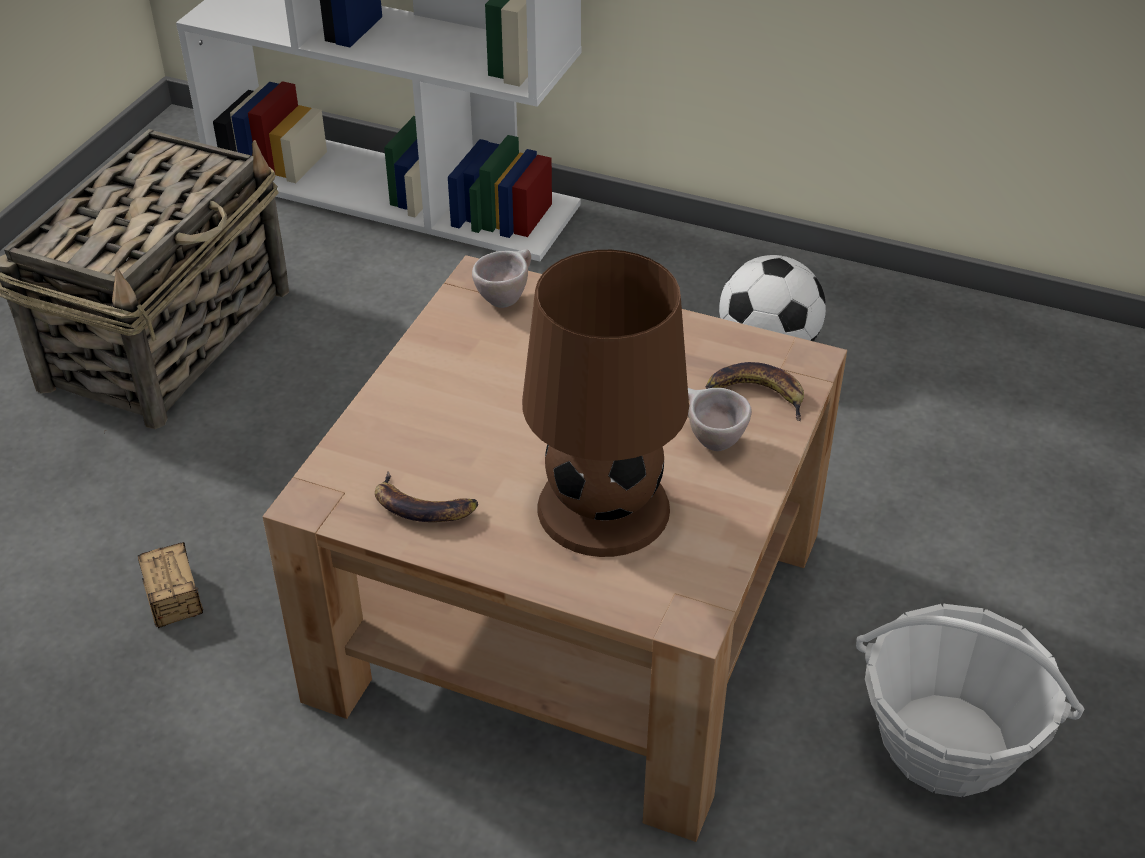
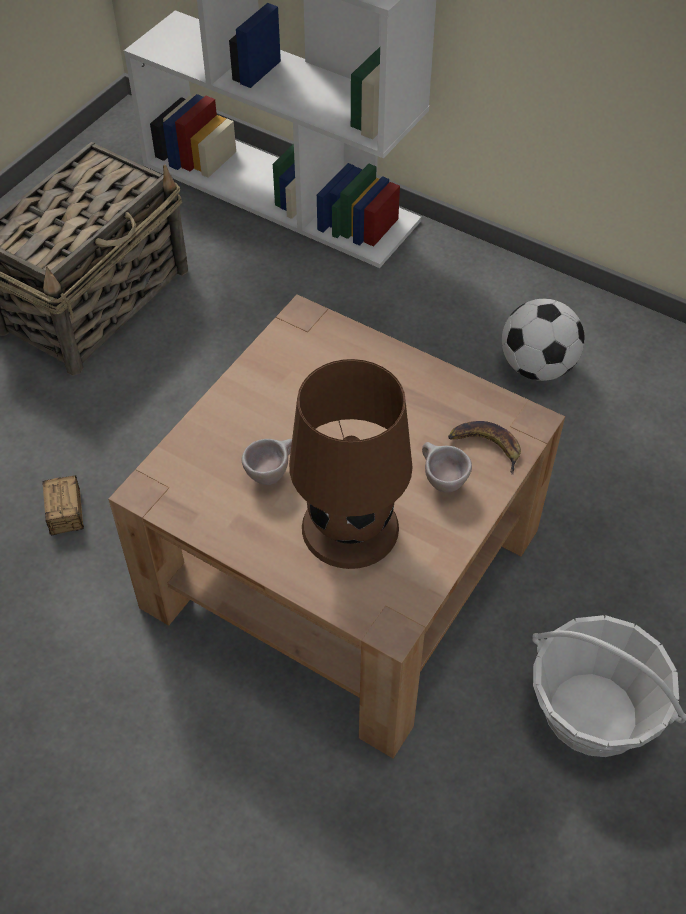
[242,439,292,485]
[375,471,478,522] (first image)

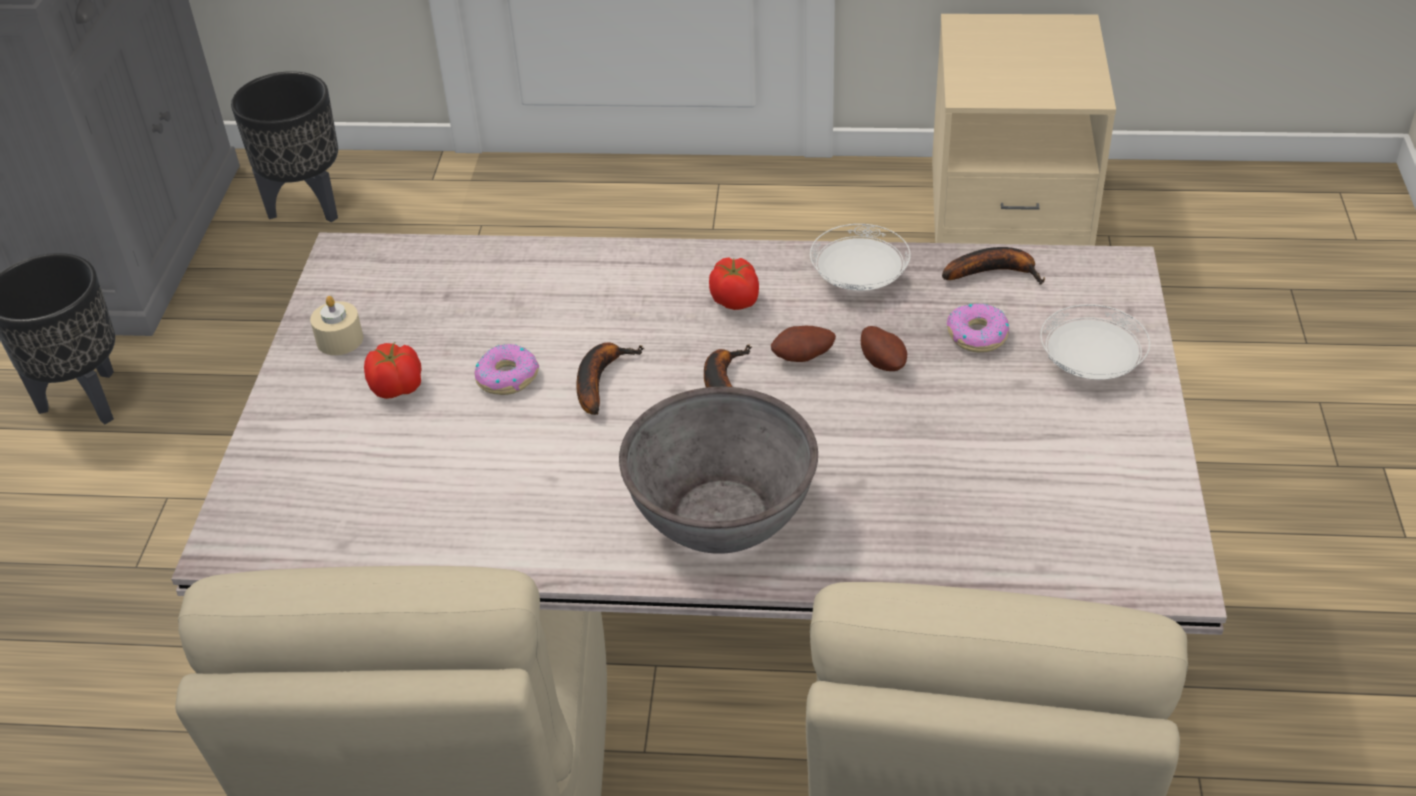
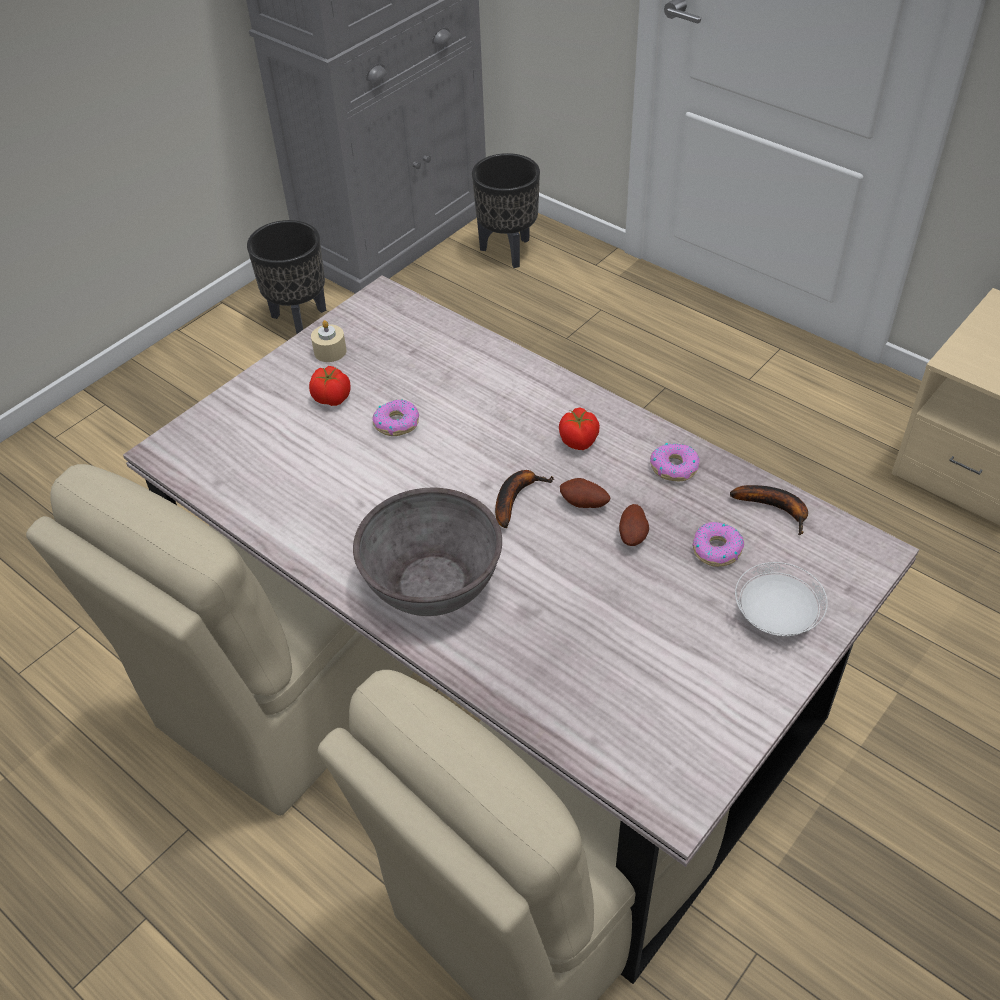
[650,443,700,481]
[576,342,644,415] (first image)

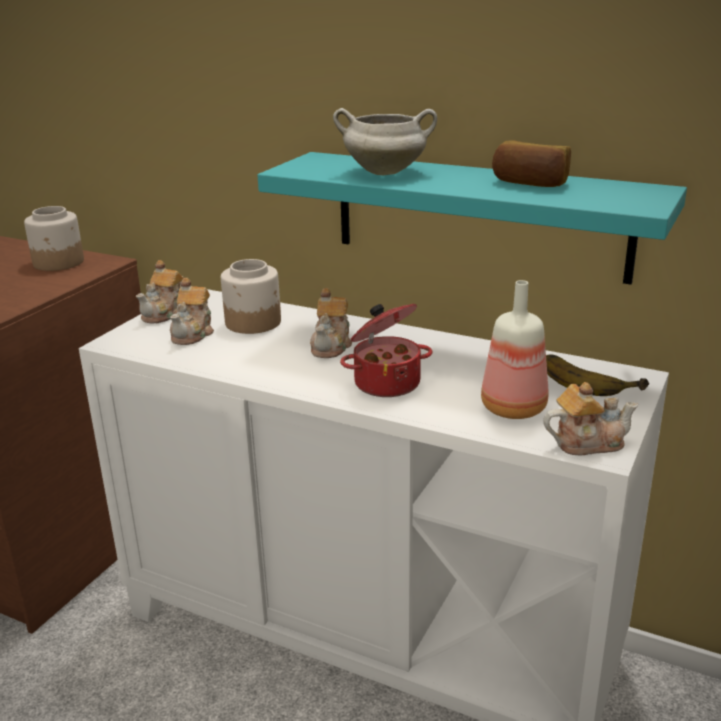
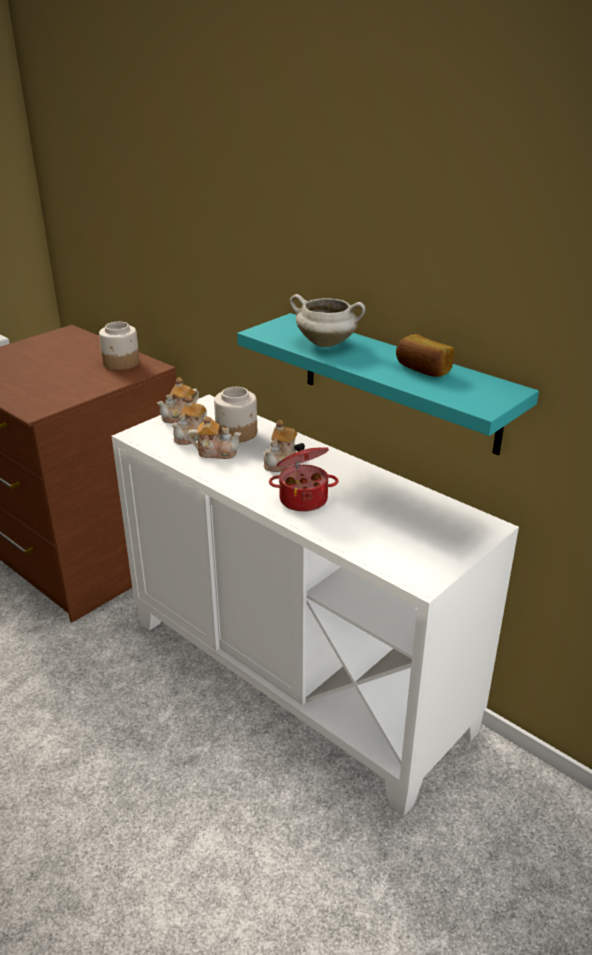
[481,280,548,419] (first image)
[546,354,649,396] (first image)
[188,416,242,459]

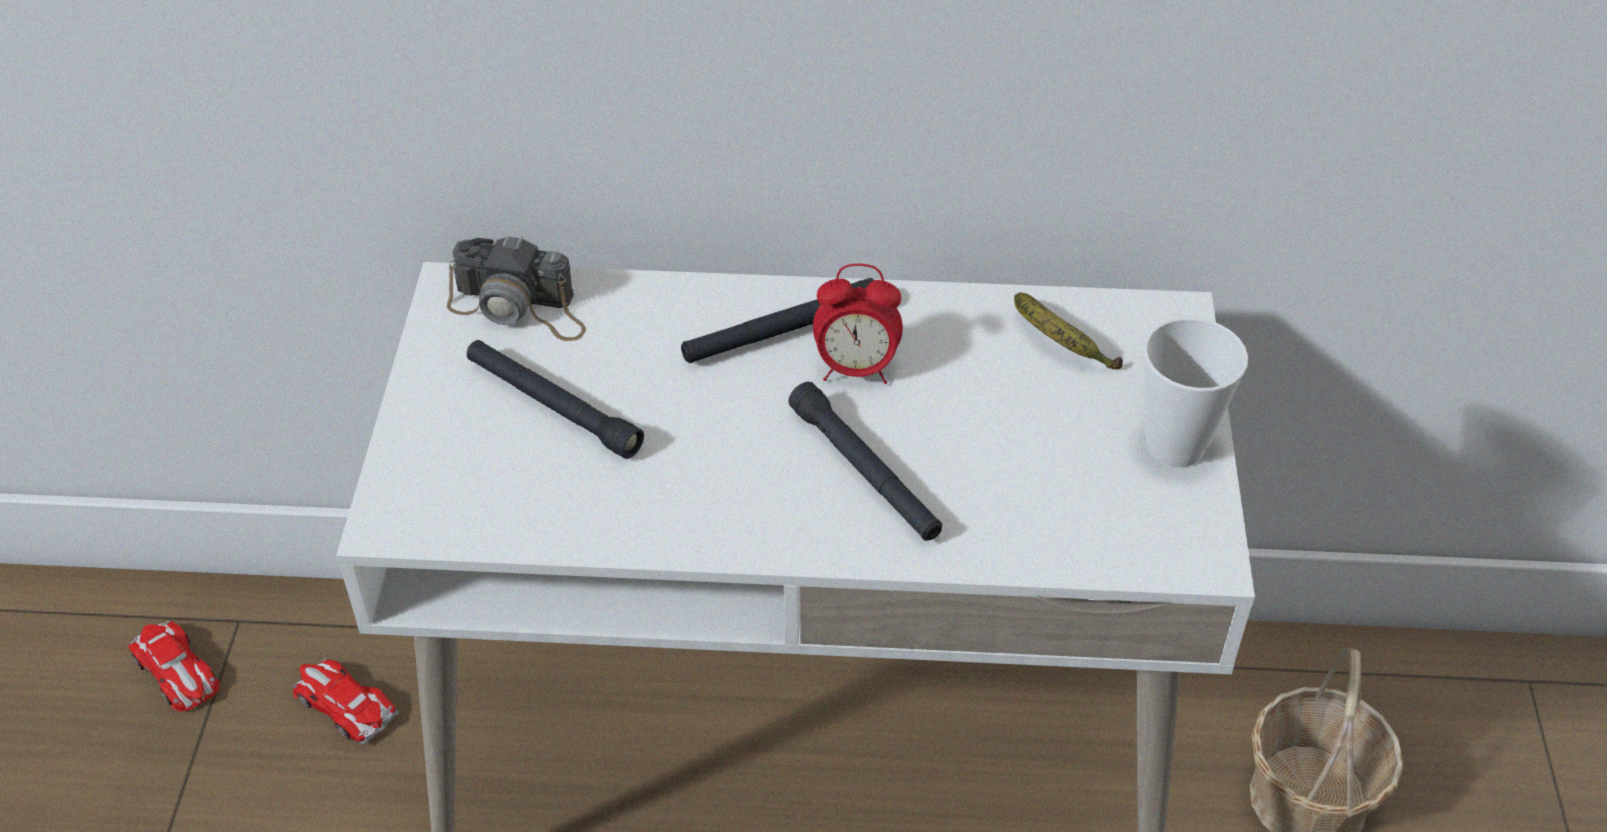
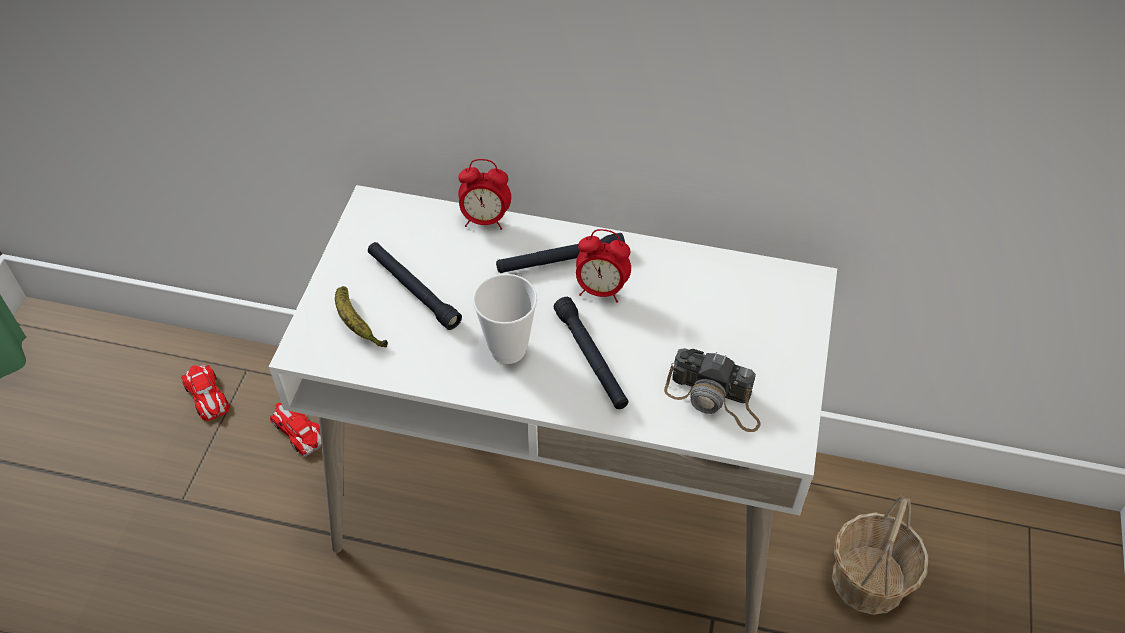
[664,348,761,432]
[335,286,388,347]
[473,274,537,364]
[458,159,511,230]

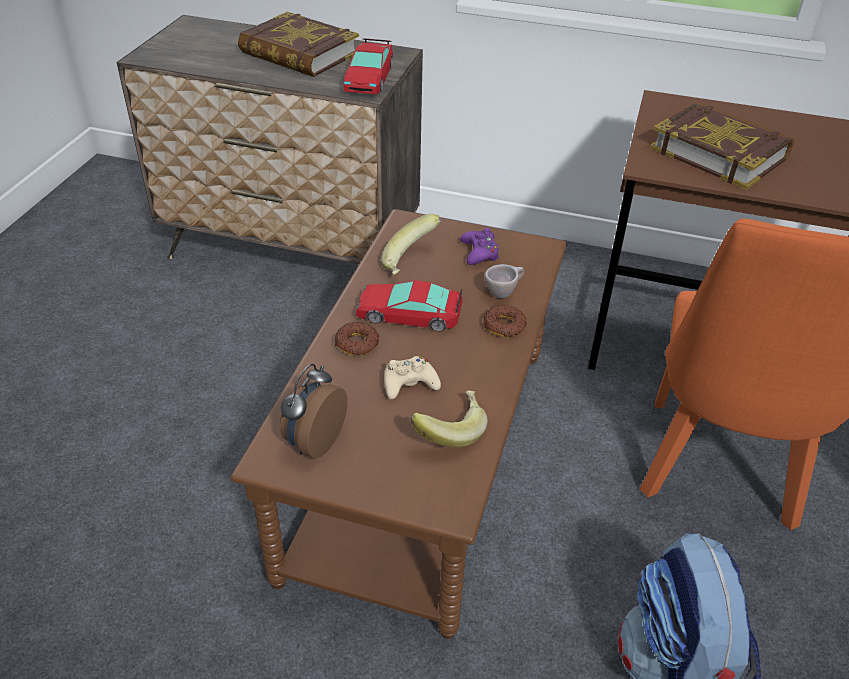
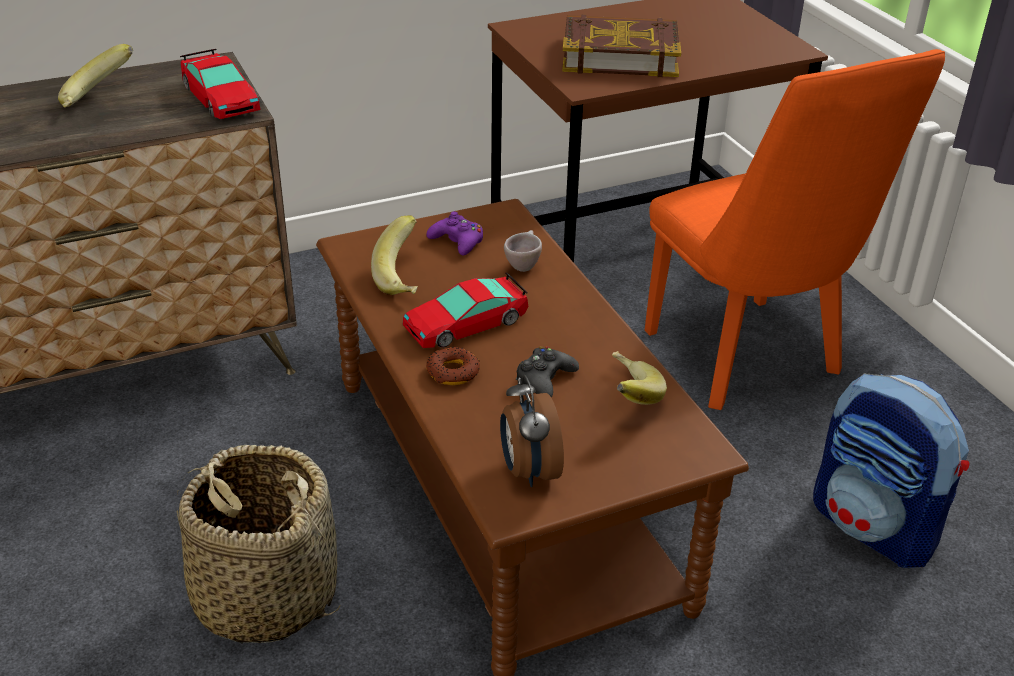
[58,44,133,108]
[483,305,527,337] (first image)
[516,346,579,398]
[176,445,341,644]

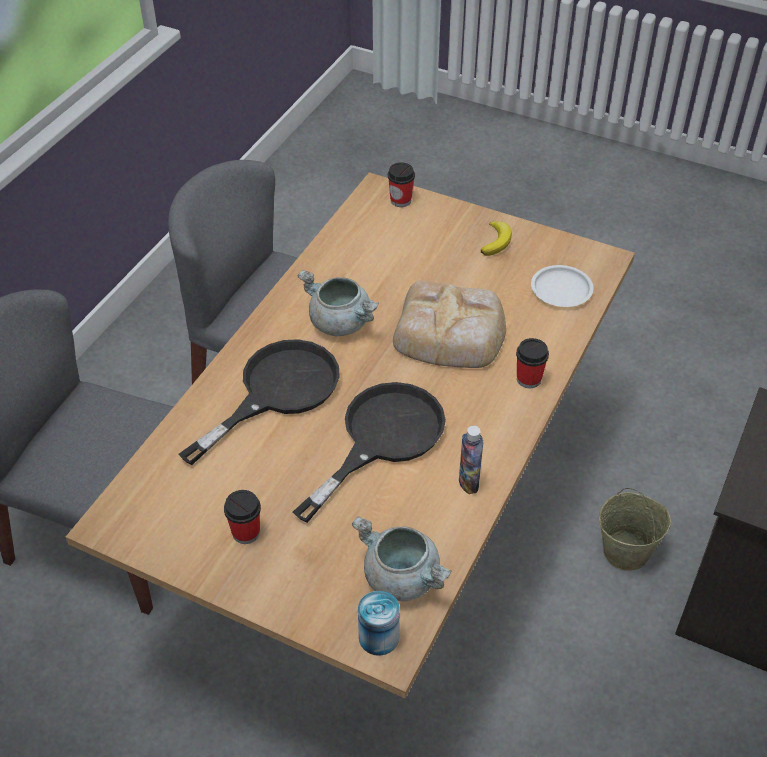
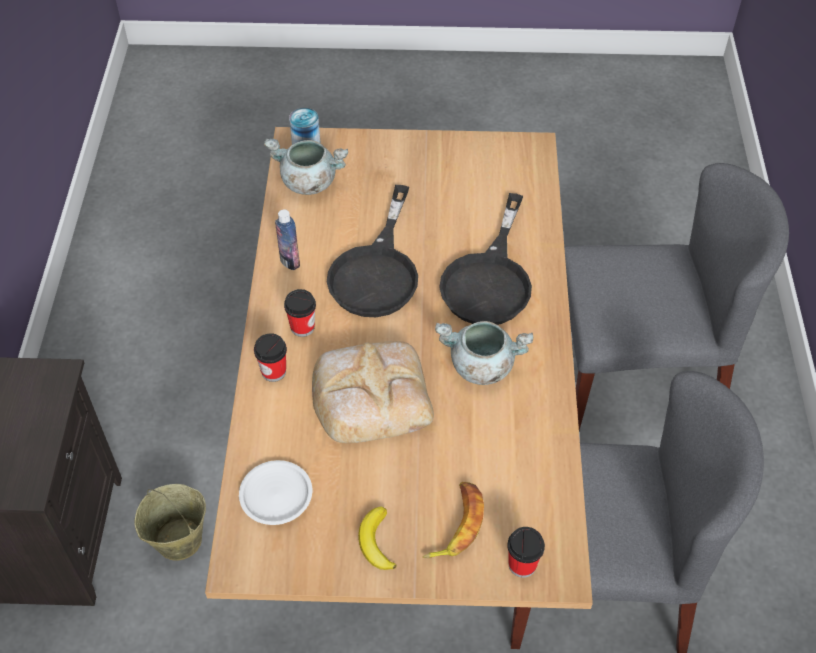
[284,289,316,337]
[423,482,484,558]

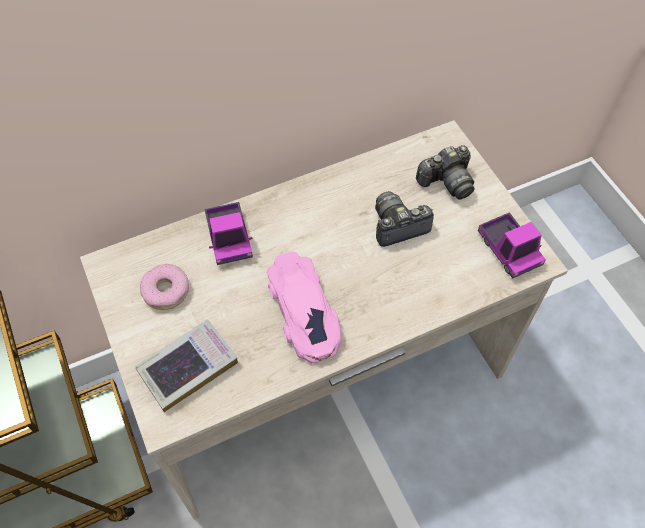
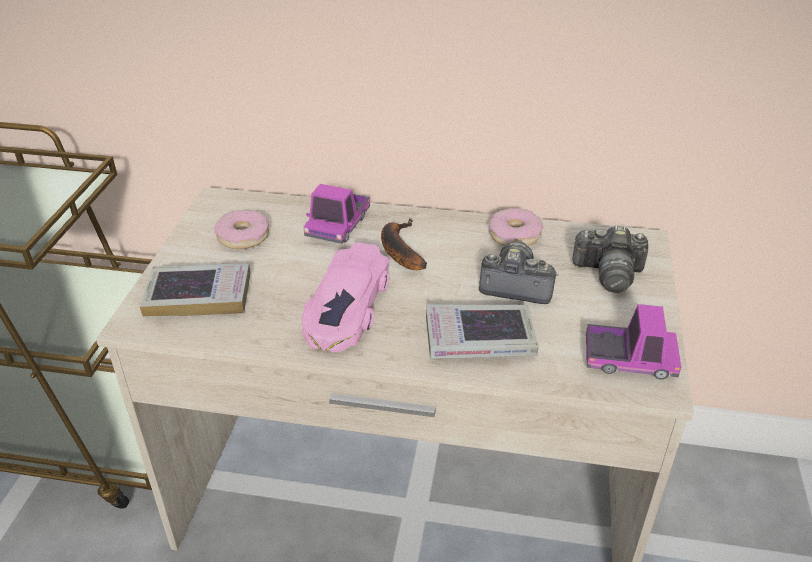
[586,304,681,380]
[489,208,543,246]
[381,219,427,270]
[426,304,538,359]

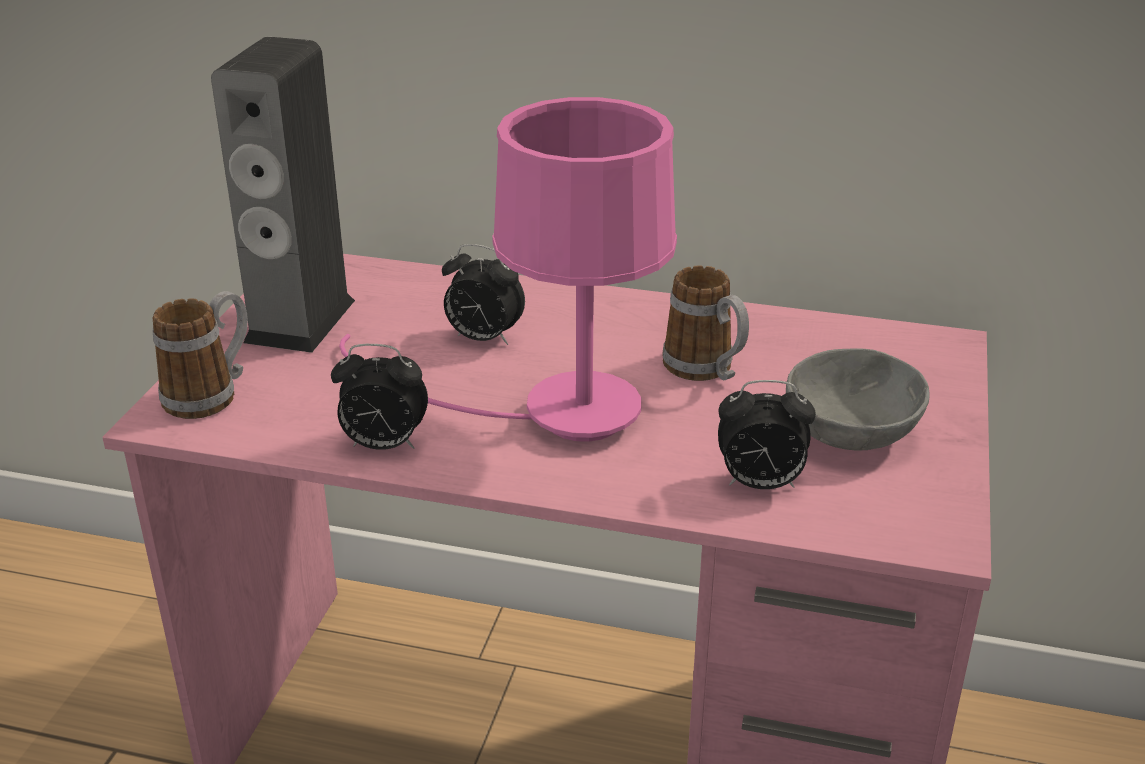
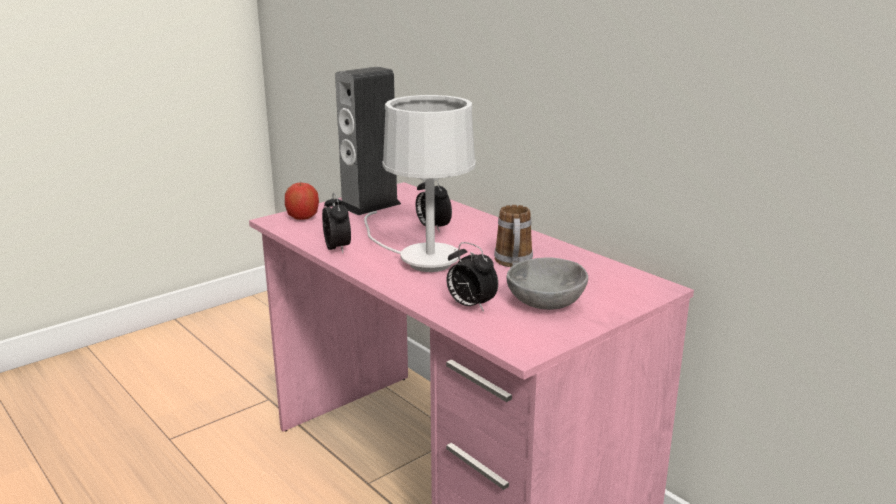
[364,95,476,272]
[285,183,319,220]
[322,193,351,253]

